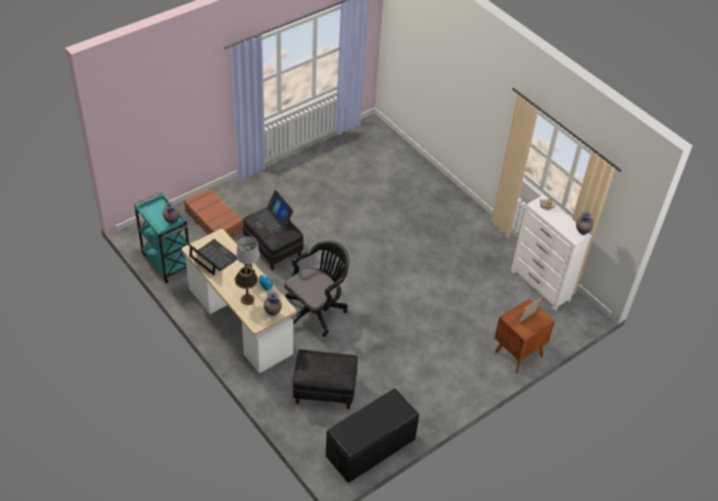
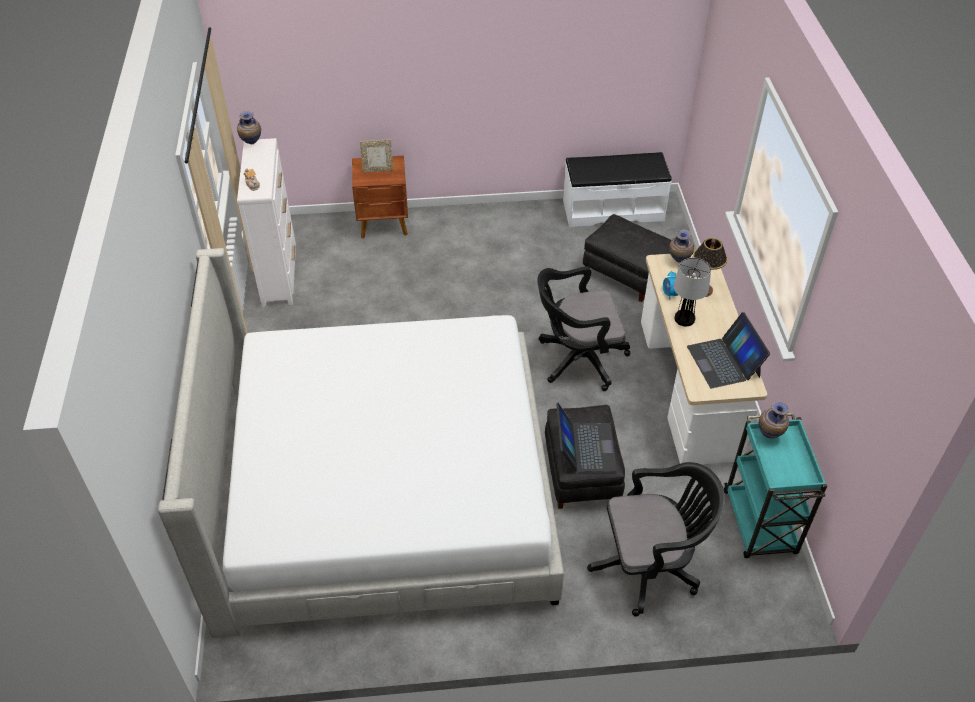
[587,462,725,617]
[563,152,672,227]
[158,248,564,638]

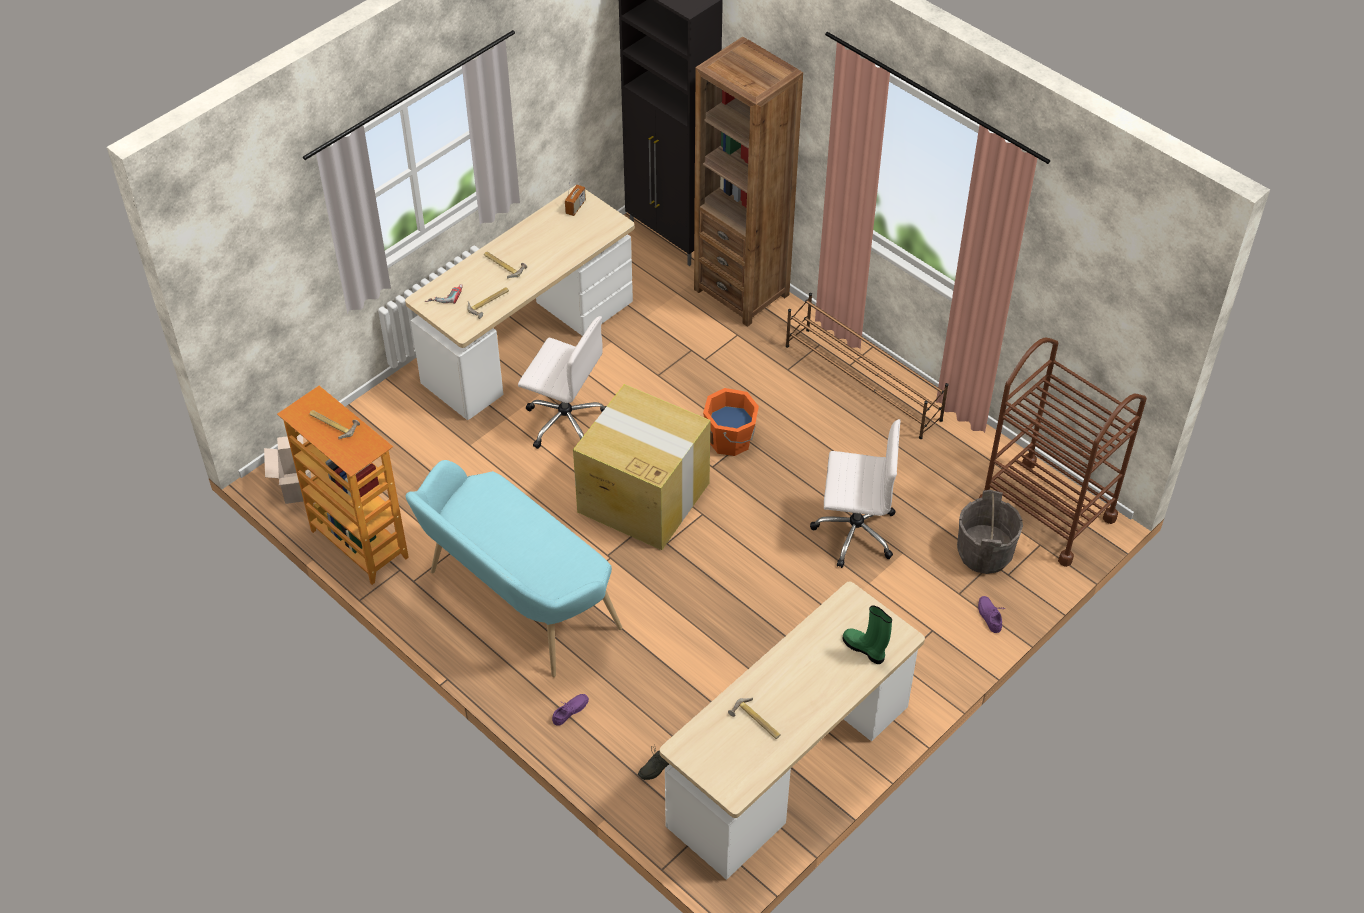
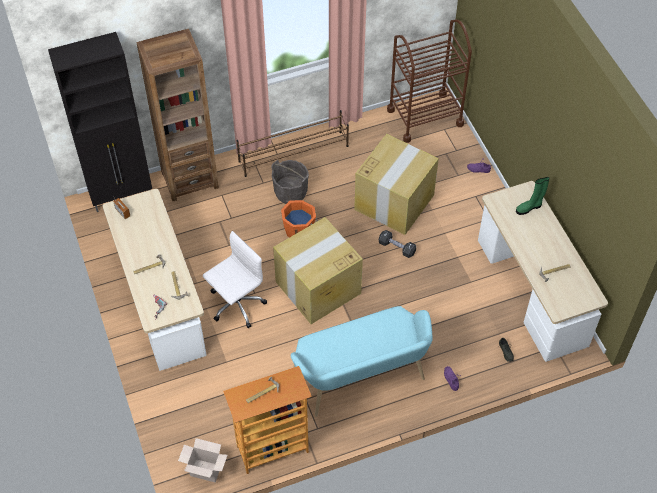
[354,134,439,235]
[271,160,309,204]
[379,230,416,258]

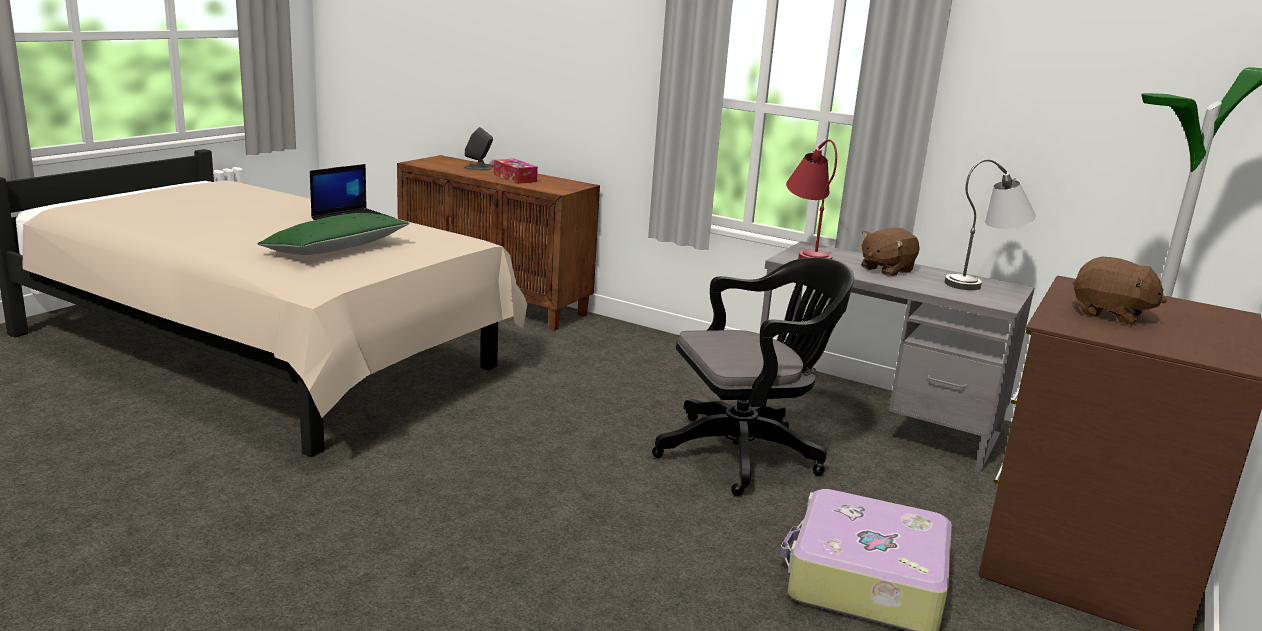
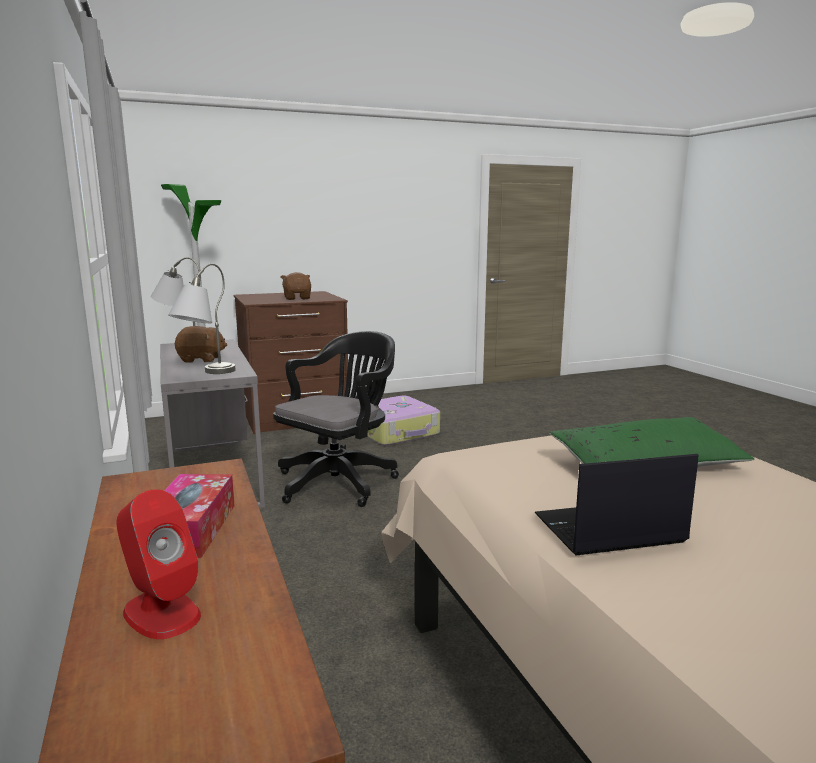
[117,489,201,639]
[168,264,236,374]
[273,331,399,507]

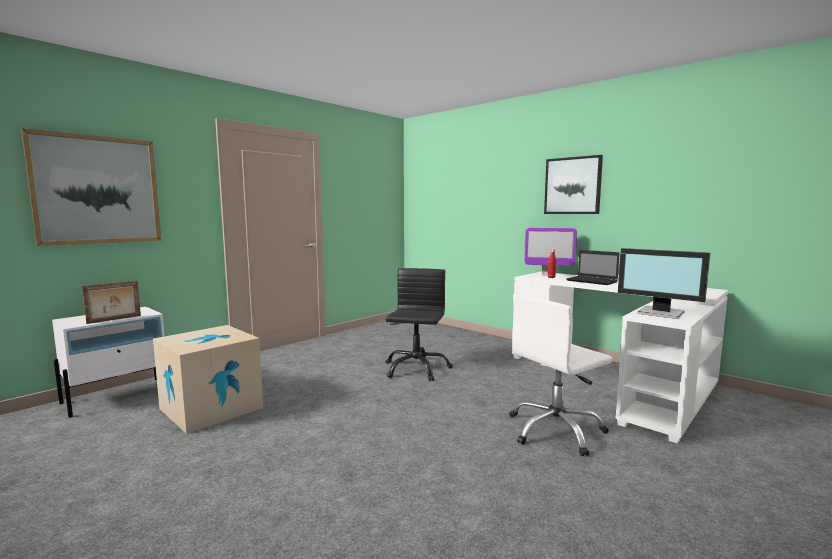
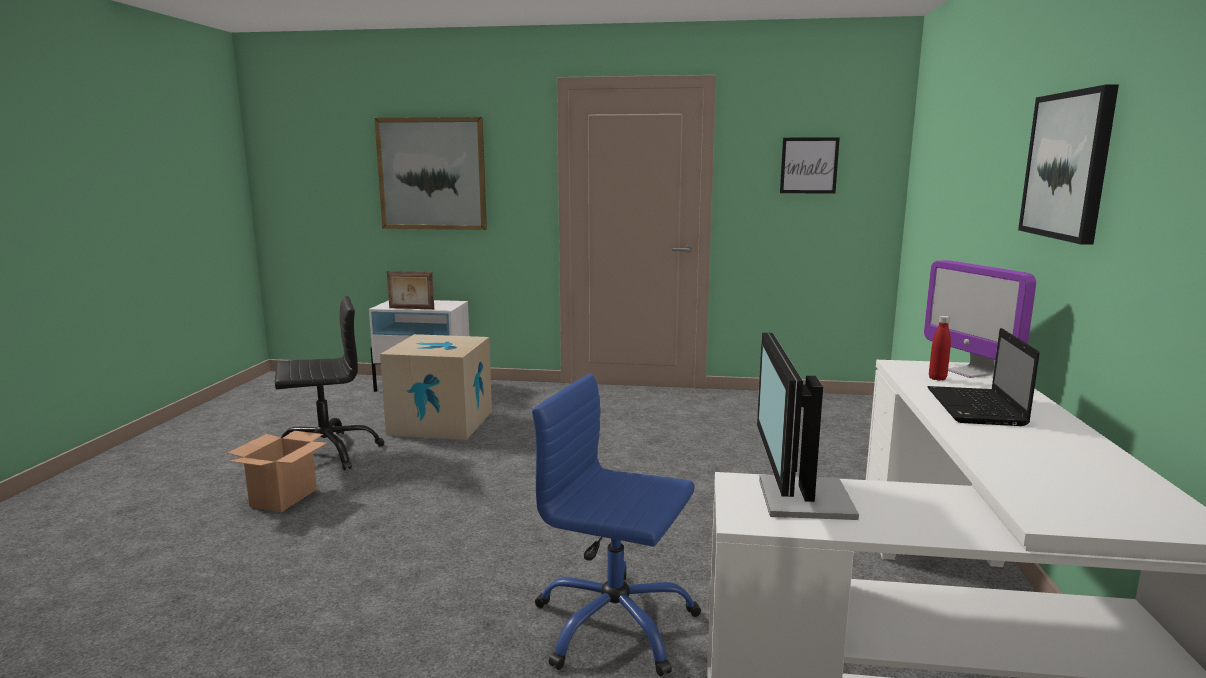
[275,296,385,470]
[532,374,701,676]
[780,138,840,194]
[228,431,327,512]

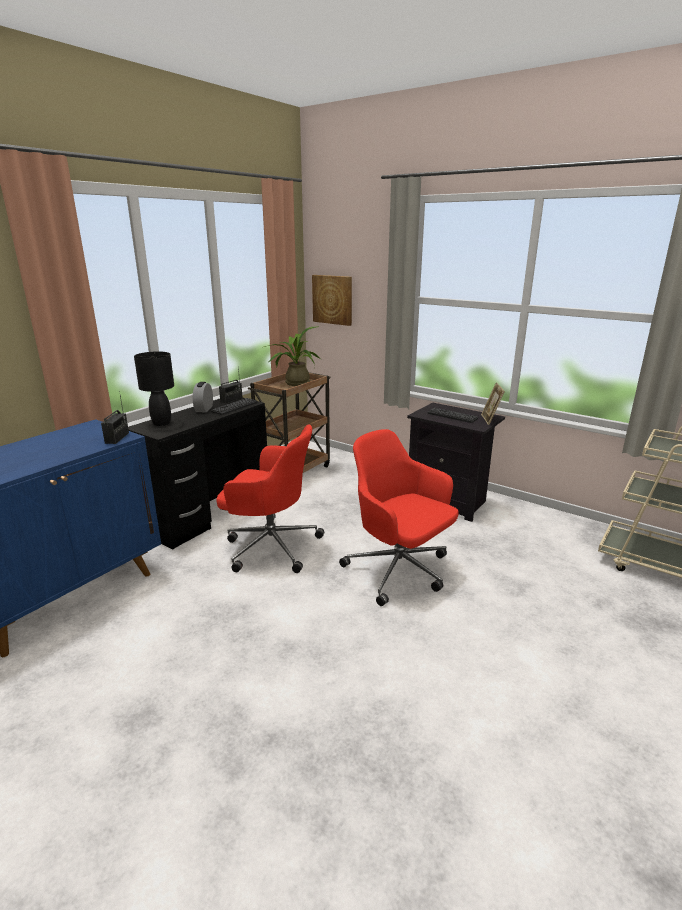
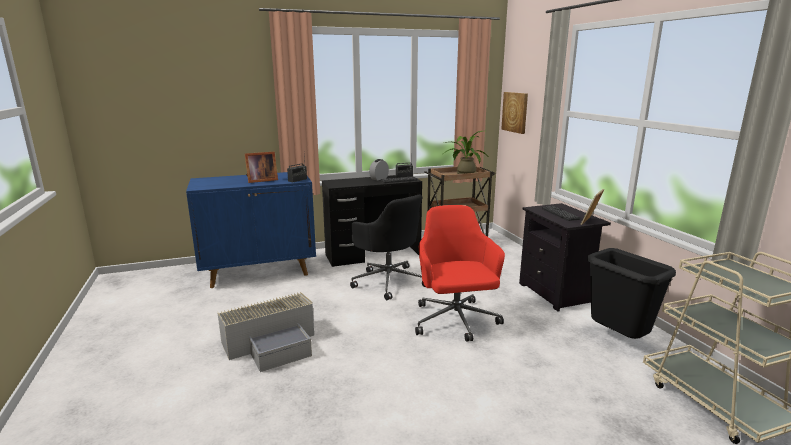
[134,351,174,426] (first image)
[350,194,425,300]
[245,152,278,183]
[587,248,676,339]
[217,292,314,372]

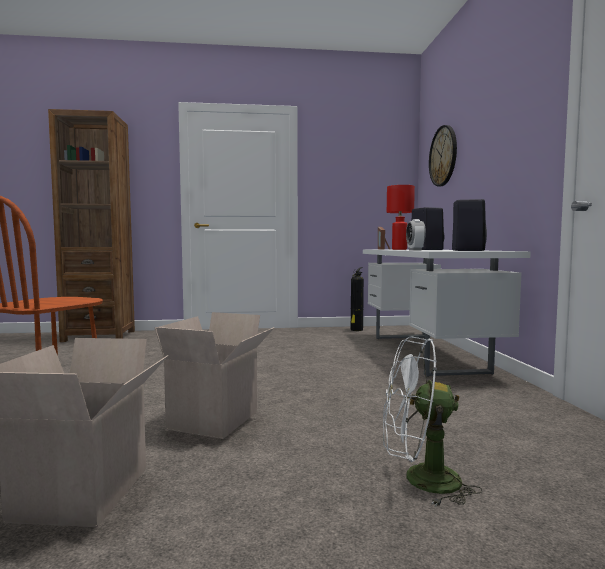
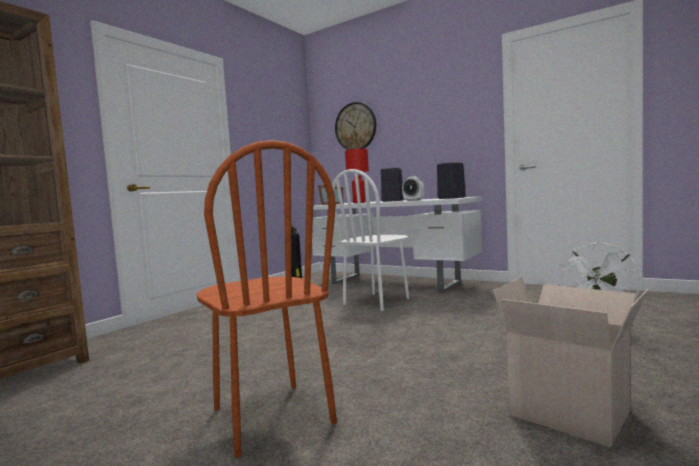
[155,312,275,439] (first image)
[332,169,409,311]

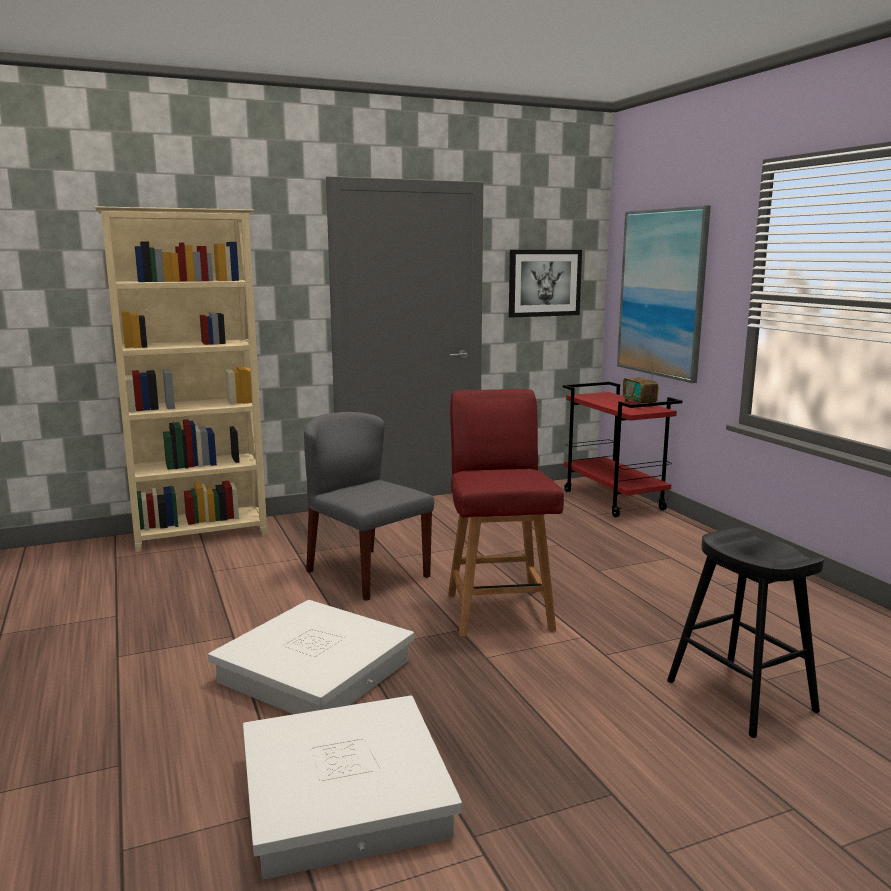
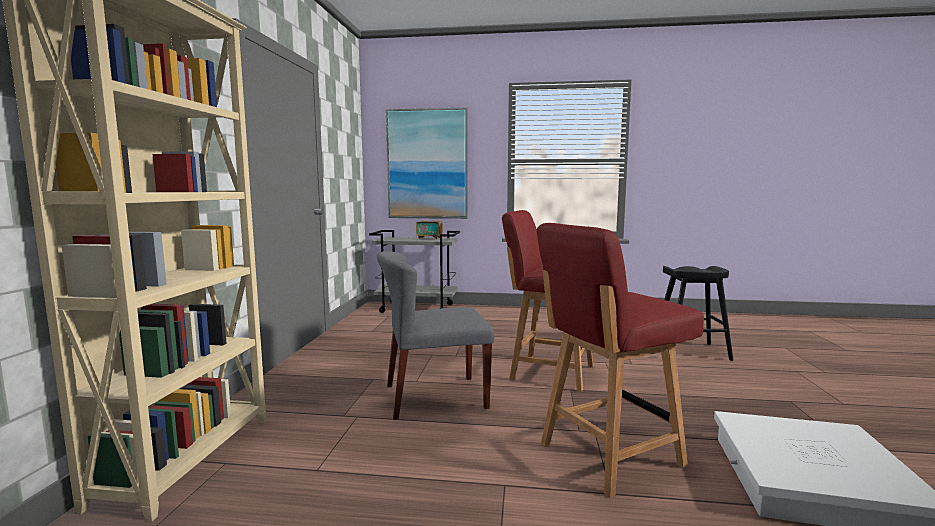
[509,250,582,318] (first image)
[369,230,460,313]
[536,223,704,498]

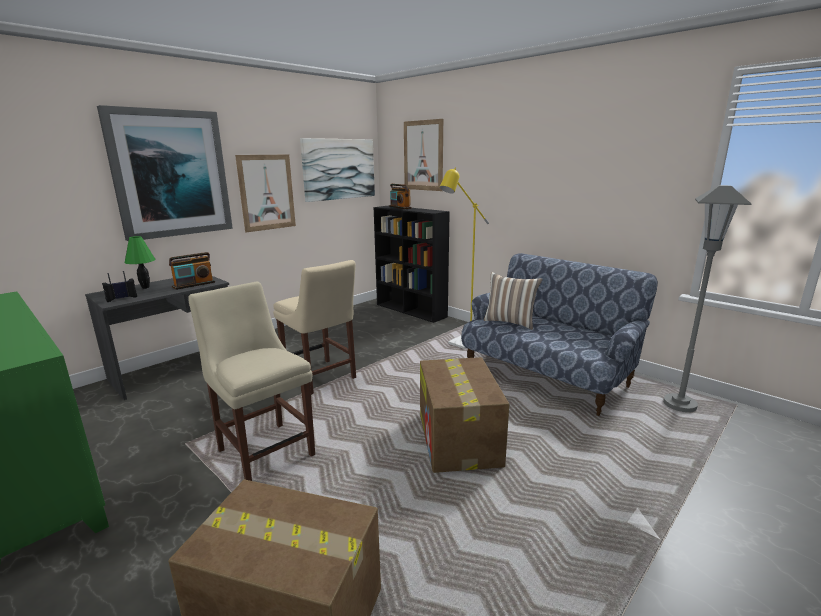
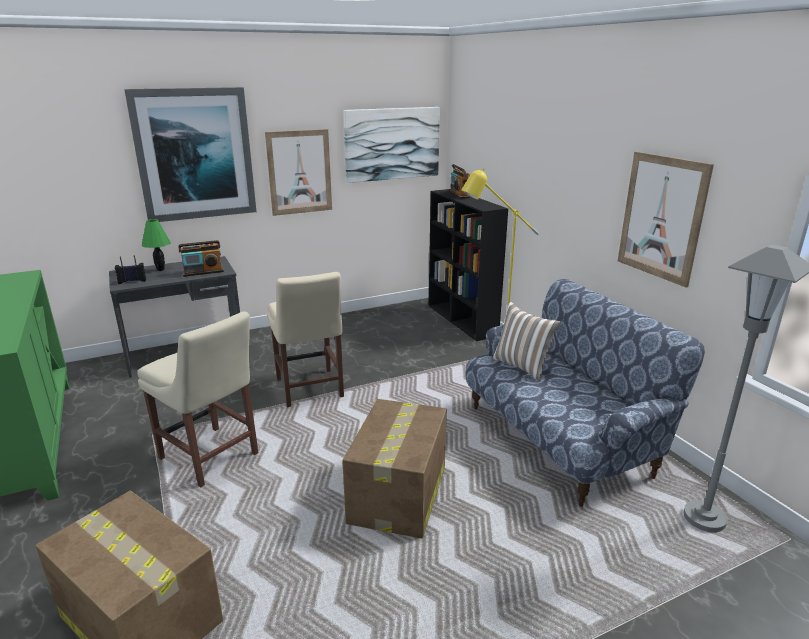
[618,152,714,288]
[137,311,258,487]

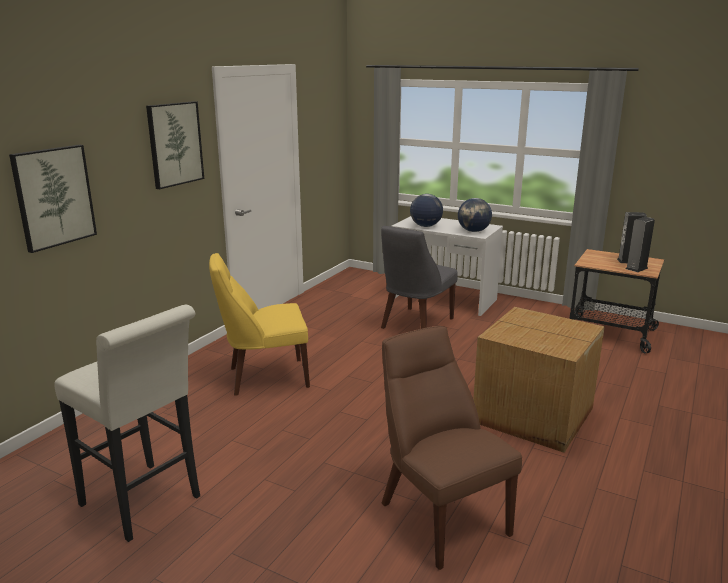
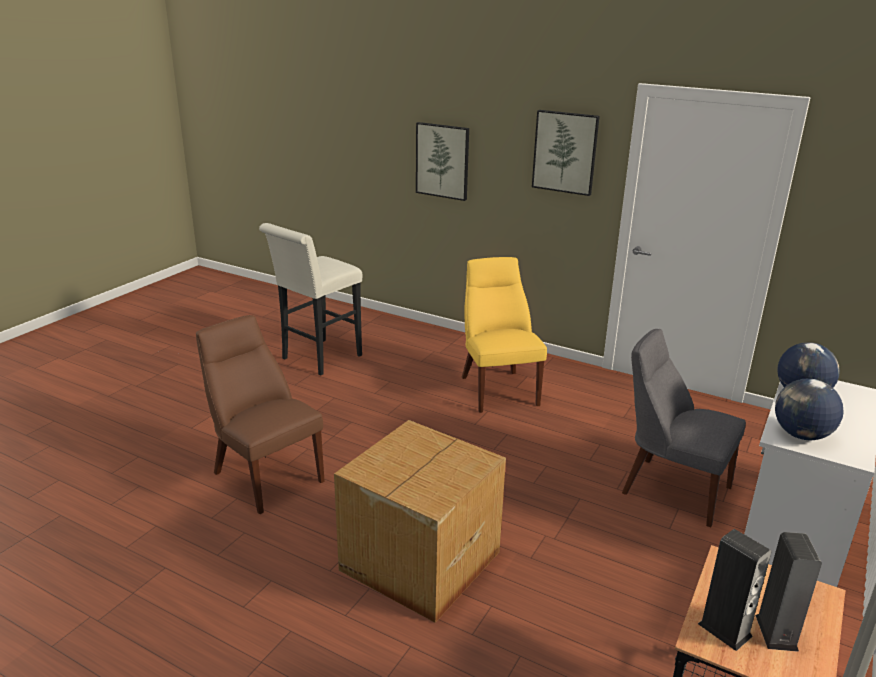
[196,315,324,514]

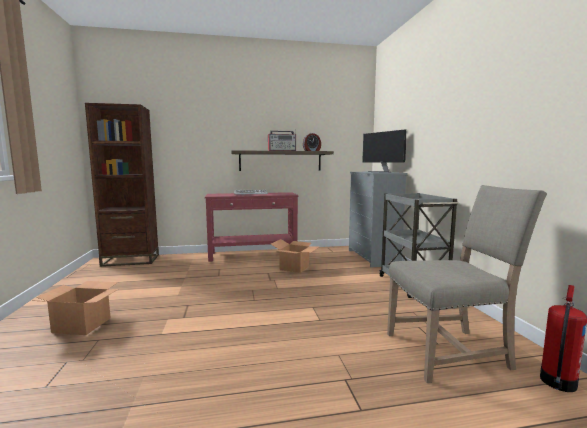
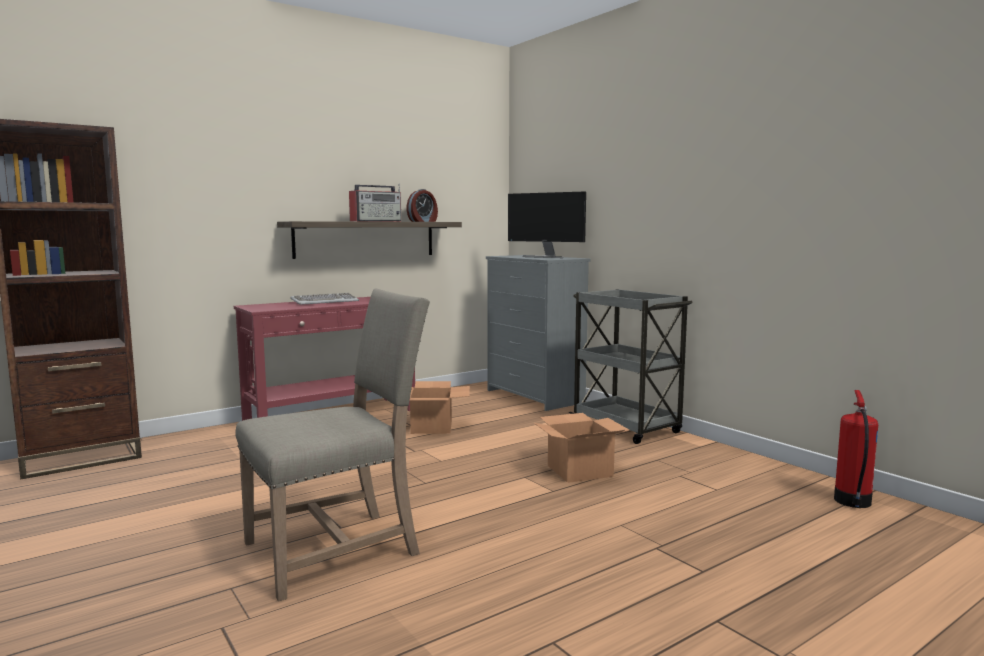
[235,289,430,602]
[534,413,629,483]

